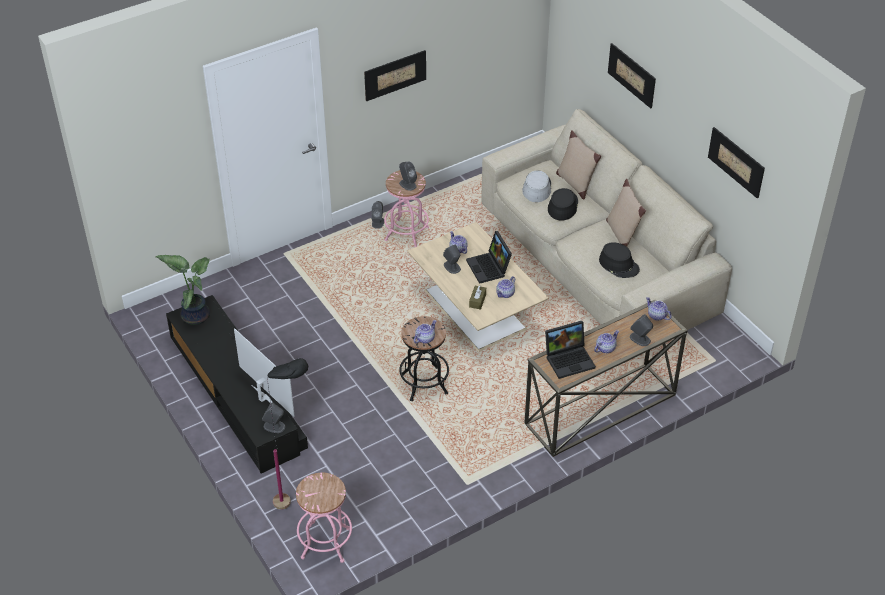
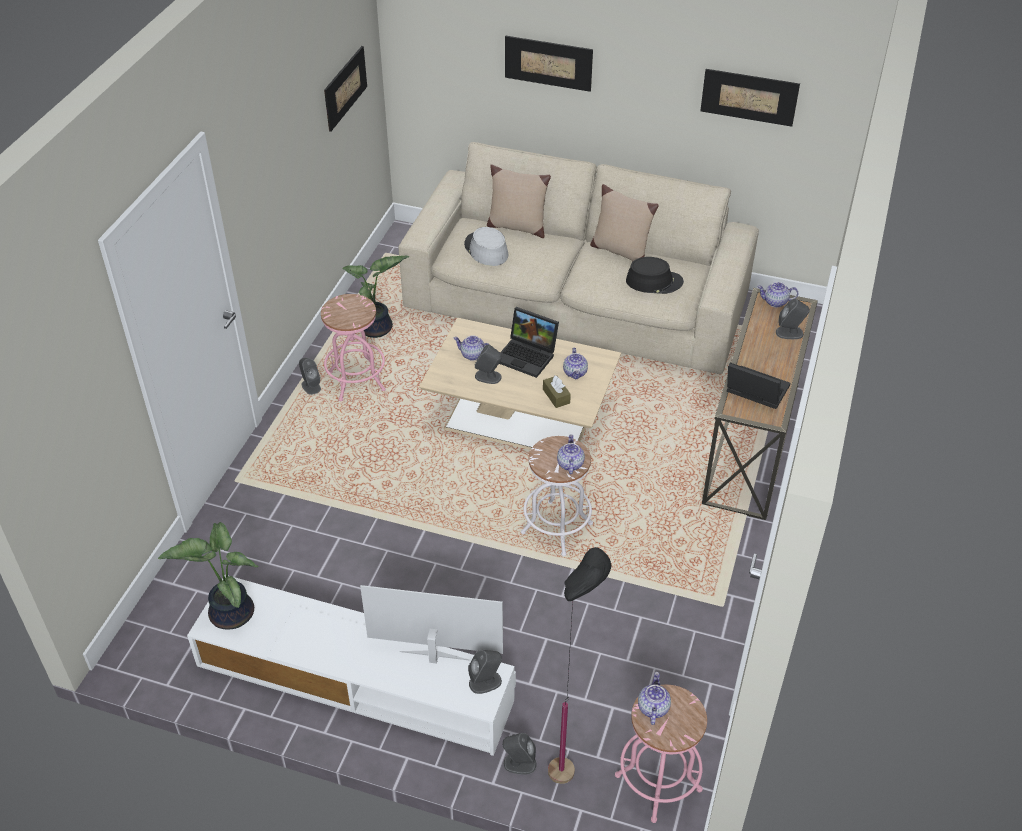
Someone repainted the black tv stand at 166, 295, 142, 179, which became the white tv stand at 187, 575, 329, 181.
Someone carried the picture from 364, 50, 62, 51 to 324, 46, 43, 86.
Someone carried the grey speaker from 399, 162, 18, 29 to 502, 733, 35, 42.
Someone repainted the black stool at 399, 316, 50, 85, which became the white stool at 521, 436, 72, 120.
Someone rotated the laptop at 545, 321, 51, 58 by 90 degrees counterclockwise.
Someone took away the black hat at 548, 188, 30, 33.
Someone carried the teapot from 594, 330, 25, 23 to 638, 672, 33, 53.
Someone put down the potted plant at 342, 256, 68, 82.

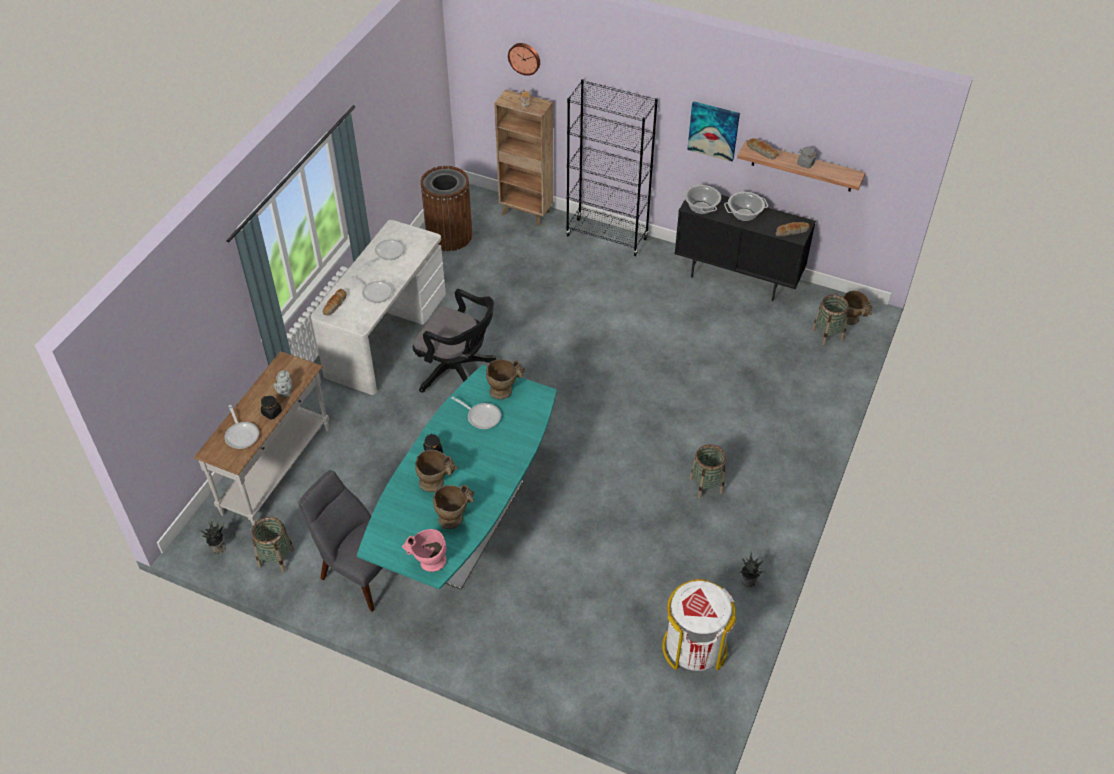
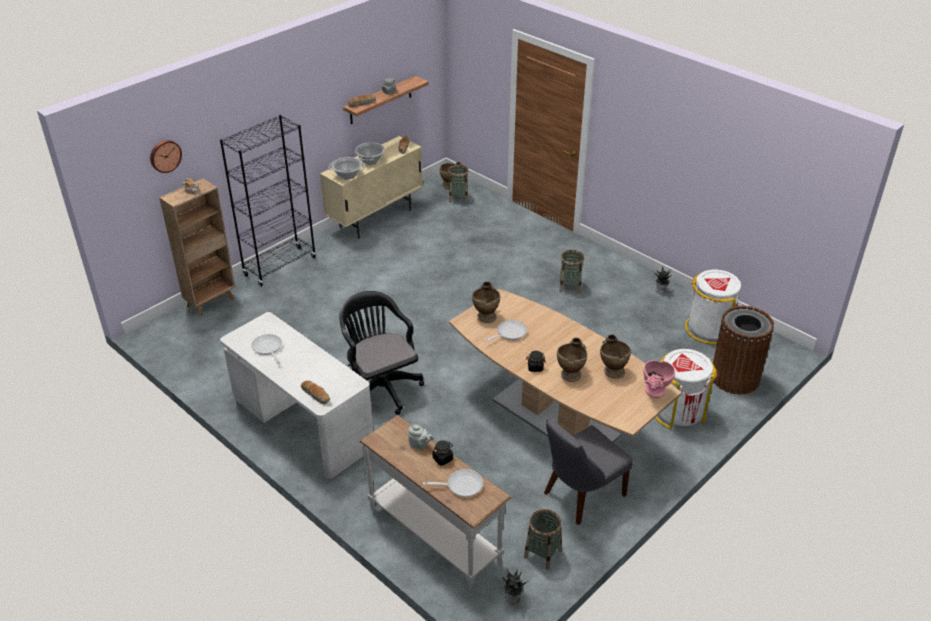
Someone took away the frying pan at 348, 276, 45, 27.
Someone repainted the turquoise dining table at 357, 365, 200, 225, which became the brown dining table at 449, 289, 233, 153.
Someone rotated the black office chair at 413, 289, 83, 104 by 75 degrees counterclockwise.
Someone carried the brown trash can from 420, 166, 52, 85 to 713, 306, 61, 88.
Someone repainted the black cabinet at 674, 195, 142, 106, which became the beige cabinet at 320, 136, 103, 102.
Someone took away the picture at 687, 101, 53, 61.
Someone put down the white trash can at 655, 349, 62, 80.

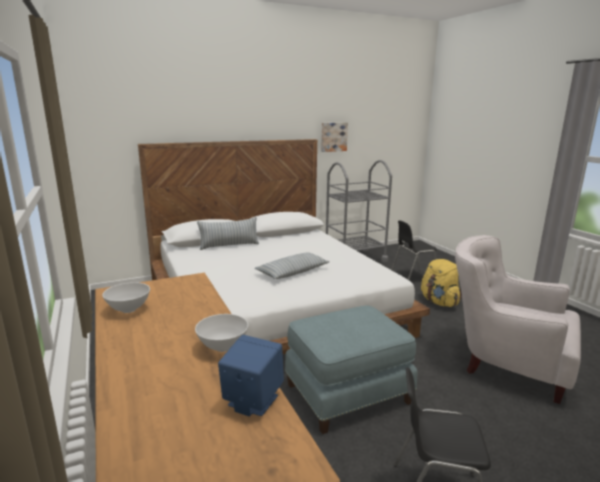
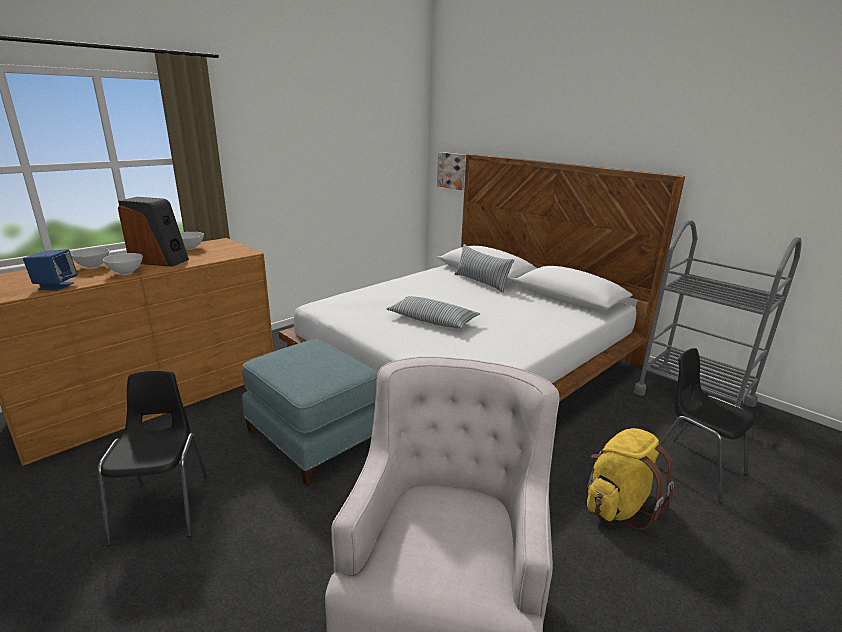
Someone carried the picture from 321, 122, 27, 30 to 437, 152, 29, 38.
Someone put down the white bowl at 71, 247, 38, 22.
Someone put down the speaker at 118, 197, 71, 70.

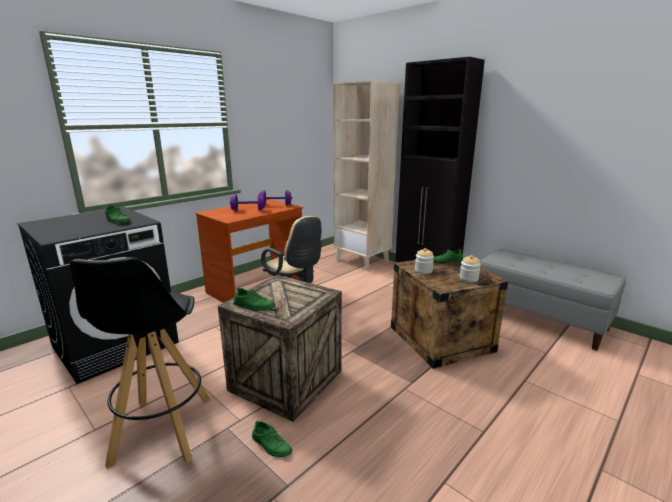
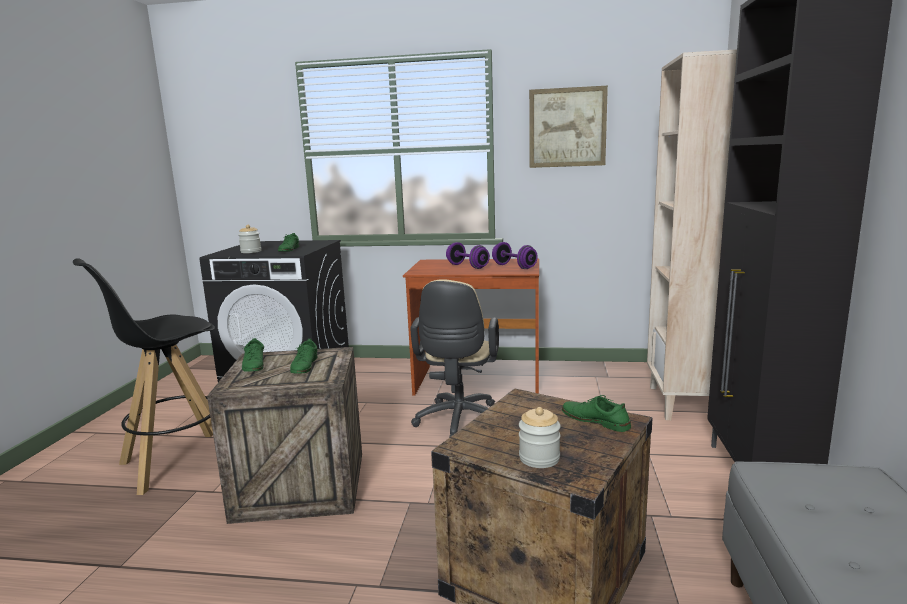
Someone carried the green shoe from 252, 421, 40, 36 to 290, 339, 27, 35.
Someone carried the jar from 415, 248, 19, 26 to 238, 225, 23, 28.
Someone put up the picture at 529, 86, 79, 82.

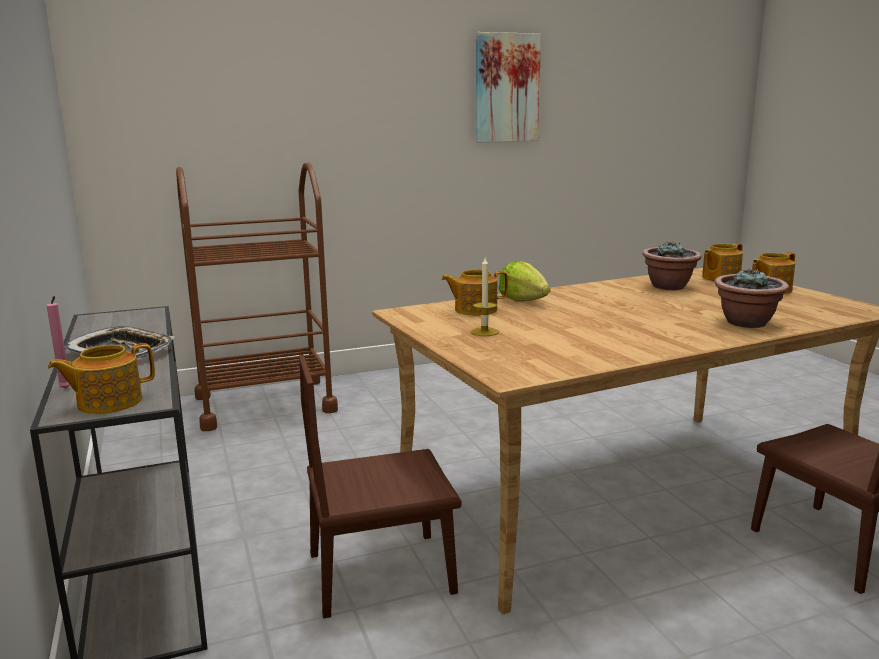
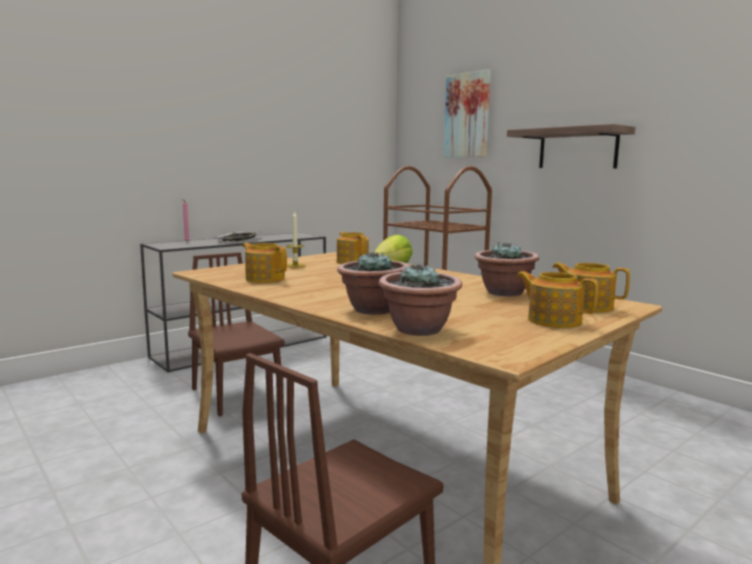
Someone carried the teapot from 48, 343, 107, 71 to 243, 243, 44, 40.
Someone carried the picture from 476, 32, 65, 110 to 443, 69, 48, 88.
Someone put down the potted plant at 379, 264, 83, 72.
Someone put up the shelf at 507, 124, 129, 44.

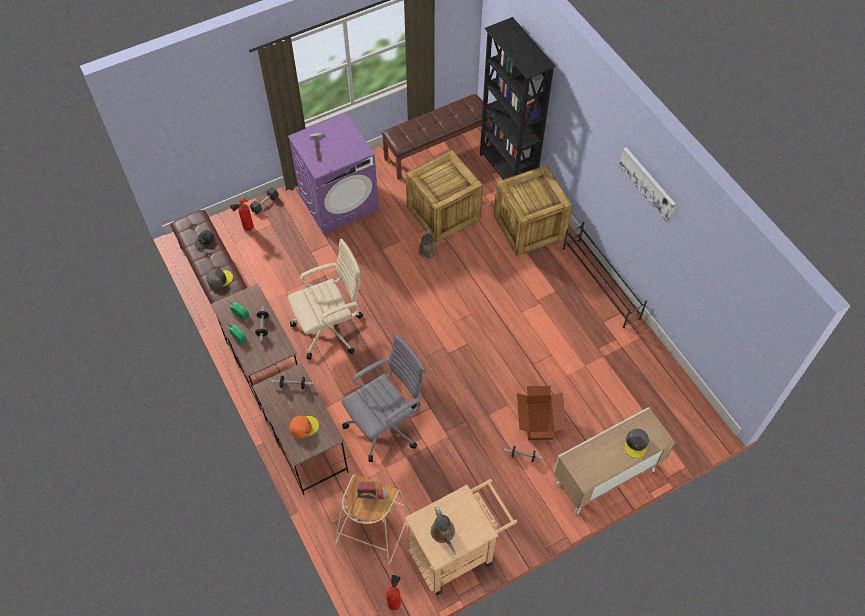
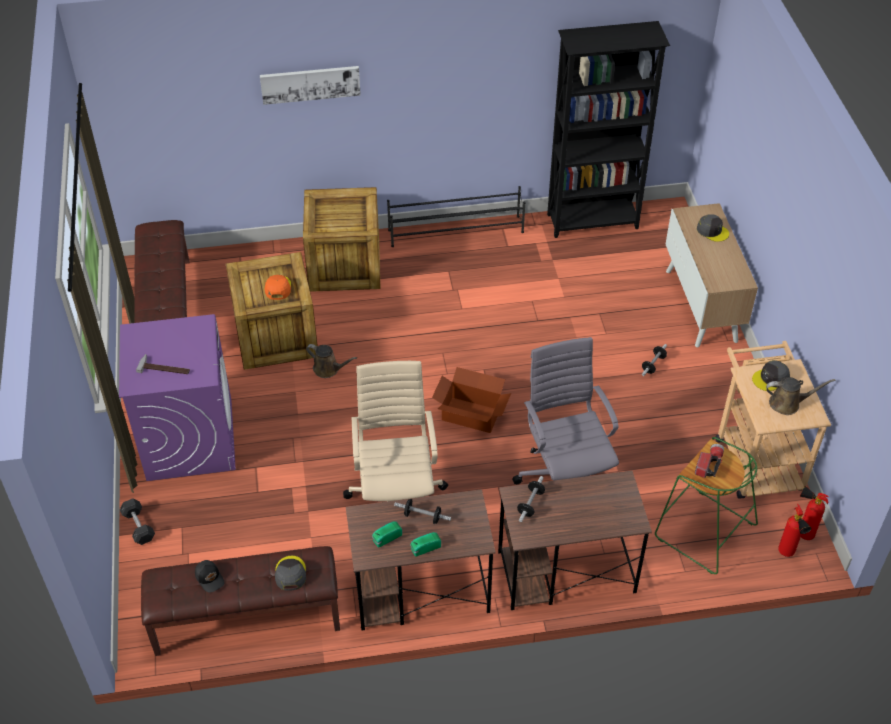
Someone carried the fire extinguisher from 230, 198, 24, 33 to 778, 504, 33, 53.
Someone carried the orange cap from 289, 416, 30, 23 to 265, 275, 26, 25.
Someone repainted the beige stool at 334, 474, 75, 91, which became the green stool at 655, 437, 103, 137.
Someone carried the black bookcase from 480, 17, 76, 163 to 547, 21, 123, 217.
Someone carried the cardboard box from 517, 386, 49, 54 to 432, 367, 79, 66.
Someone carried the picture from 619, 147, 57, 76 to 260, 66, 101, 39.
Someone put down the grey cap at 752, 360, 38, 31.

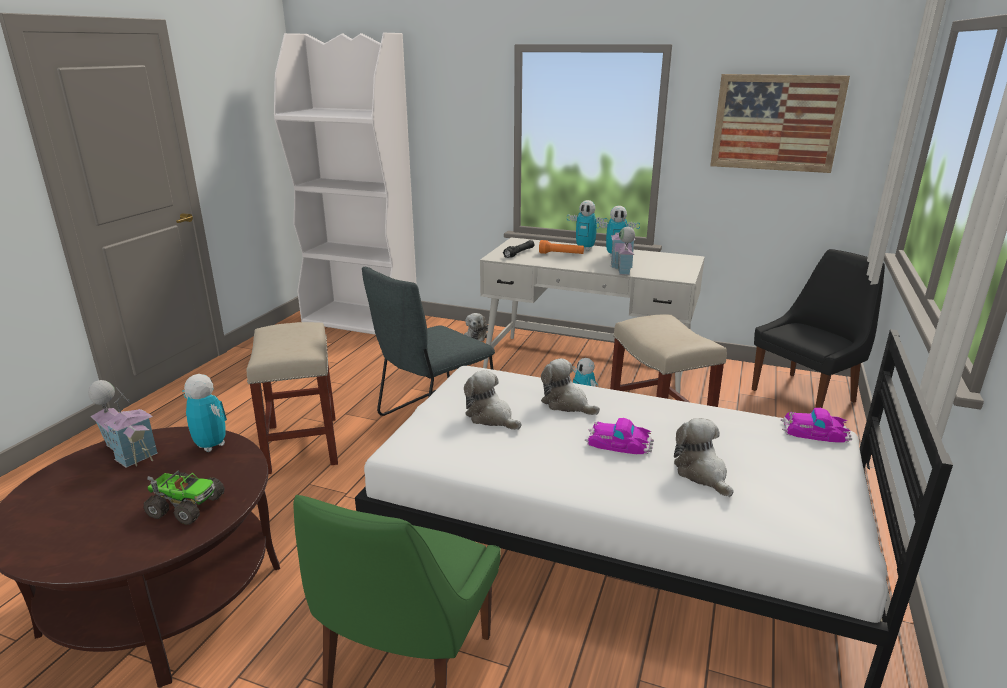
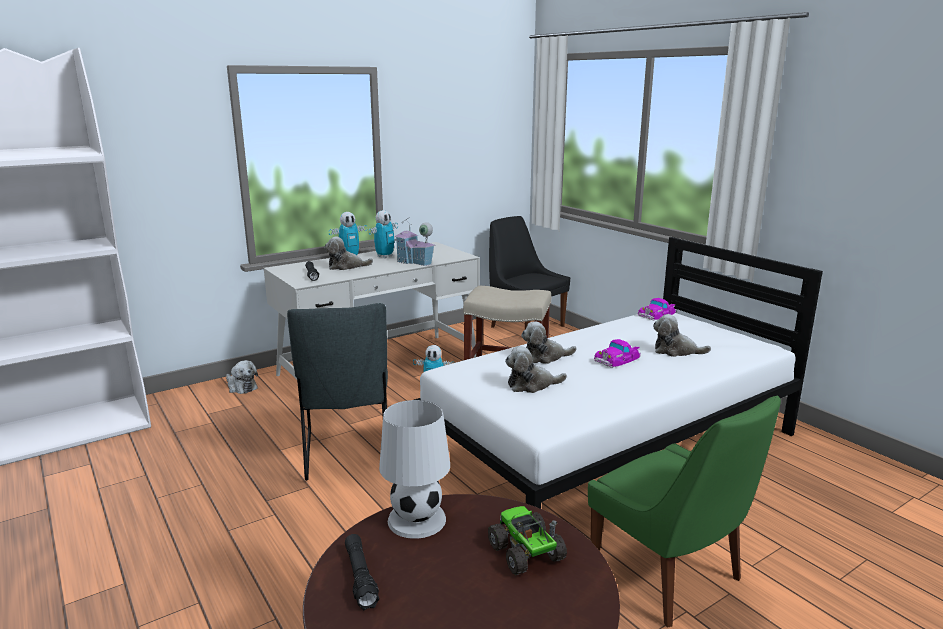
Someone swapped the toy house at 88, 380, 70, 88 for the black flashlight at 345, 534, 34, 76.
Someone rotated the toy truck at 143, 470, 82, 55 by 75 degrees counterclockwise.
Someone swapped the toy robot at 182, 374, 45, 78 for the white table lamp at 379, 400, 71, 139.
Someone took away the beige stool at 247, 322, 91, 152.
Someone swapped the orange flashlight at 539, 240, 45, 14 for the plush toy at 324, 237, 49, 33.
Someone took away the picture at 710, 74, 140, 99.
Someone rotated the black chair at 752, 249, 133, 159 by 45 degrees counterclockwise.

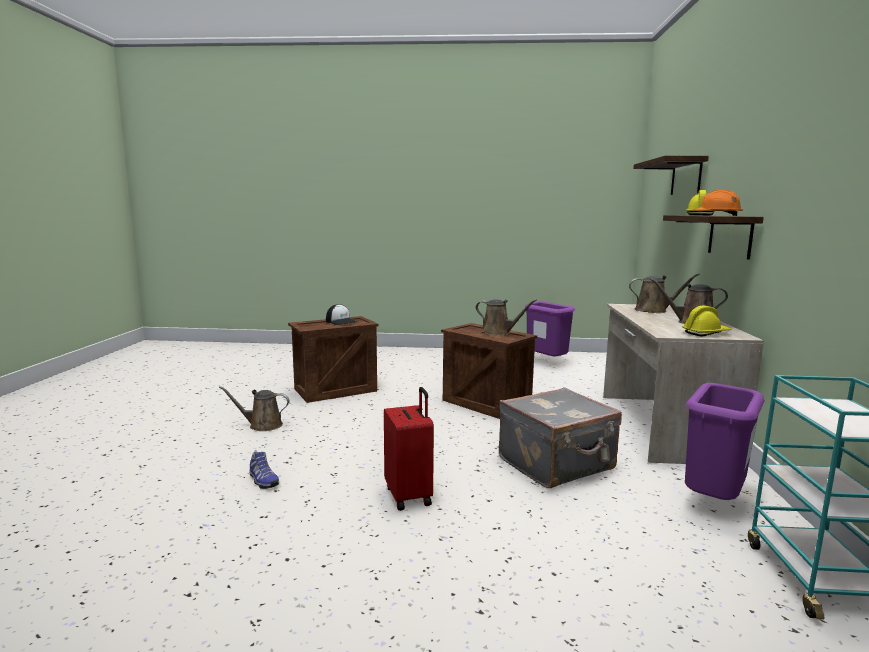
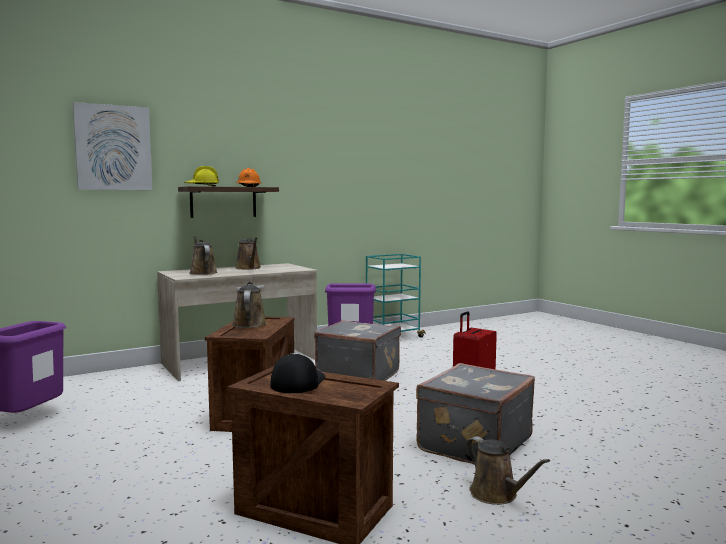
Someone took away the shoe at 249, 451, 30, 38.
Someone swapped the shelf at 633, 156, 76, 39 for the picture at 73, 102, 79, 88.
Someone took away the yellow hard hat at 682, 306, 50, 31.
Someone put down the grey suitcase at 416, 363, 119, 102.

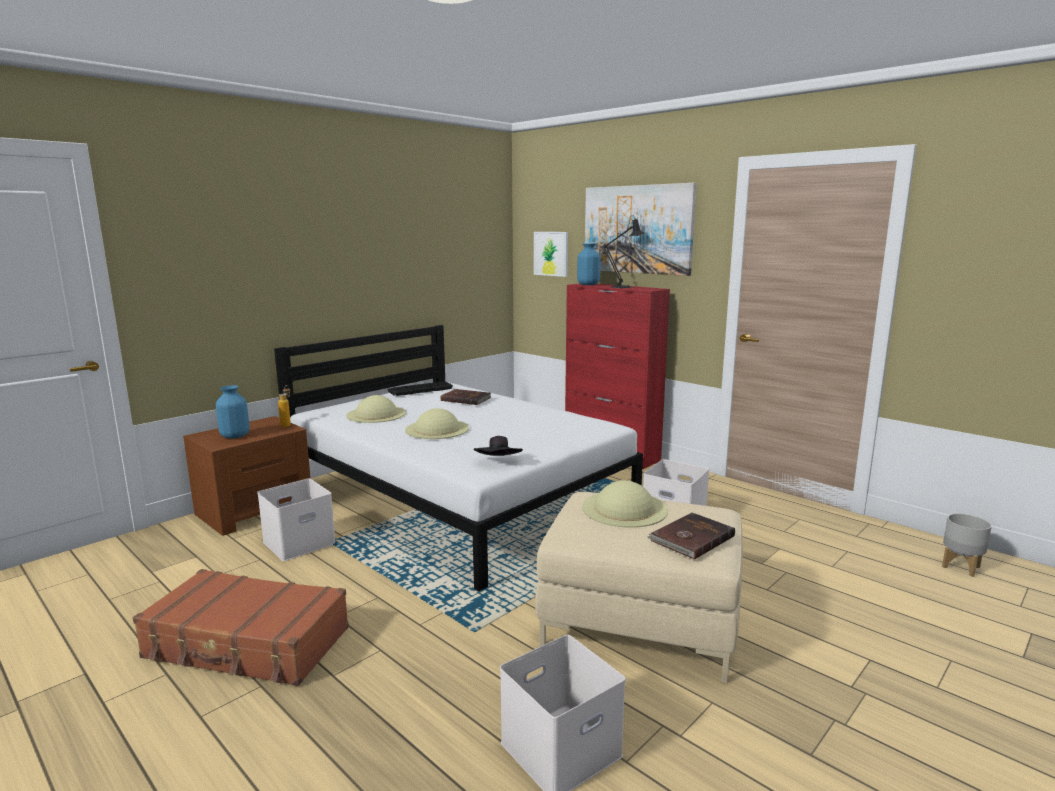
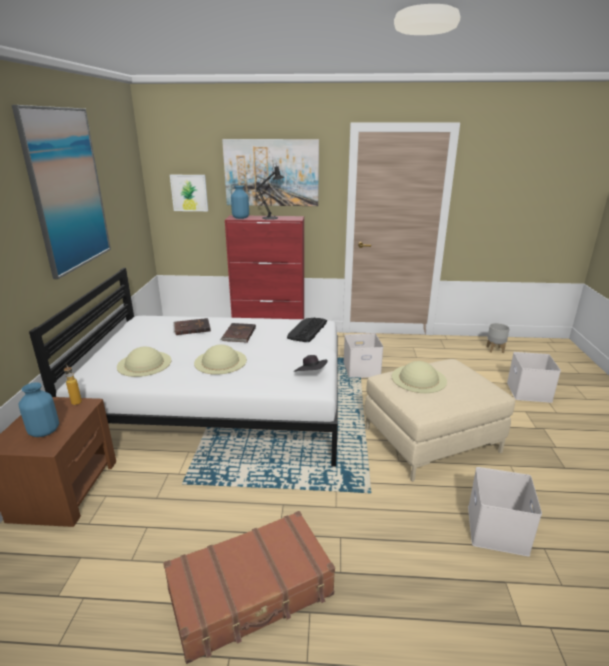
Someone carried the white storage box from 257, 478, 78, 83 to 507, 352, 54, 51.
Someone carried the keyboard from 388, 381, 65, 15 to 287, 318, 40, 24.
Someone carried the brown book from 647, 513, 88, 47 to 220, 323, 36, 19.
Someone put up the picture at 12, 105, 99, 174.

